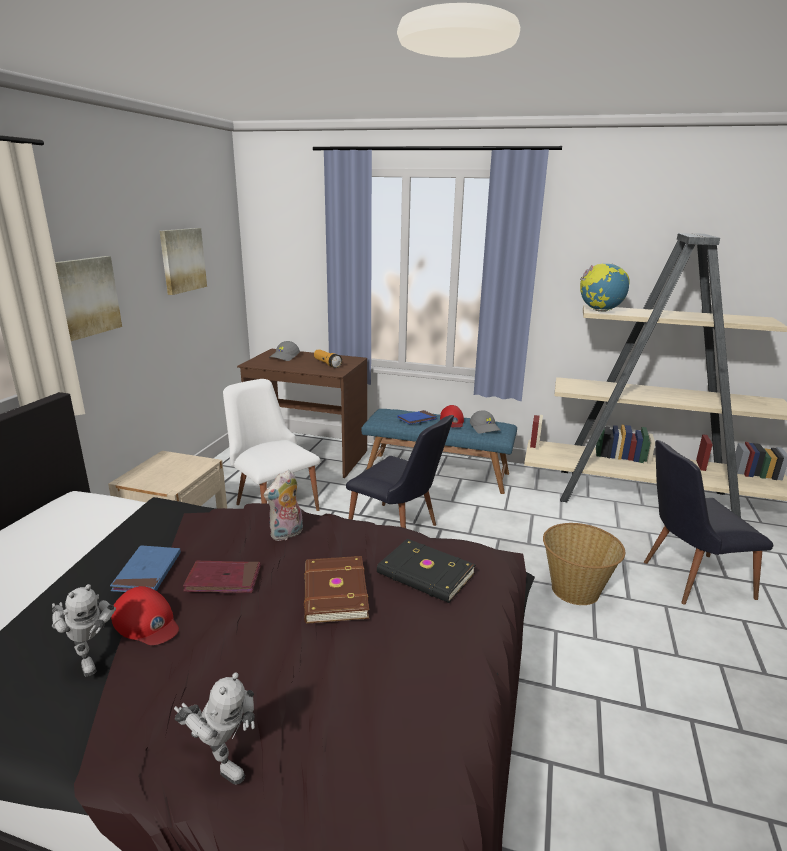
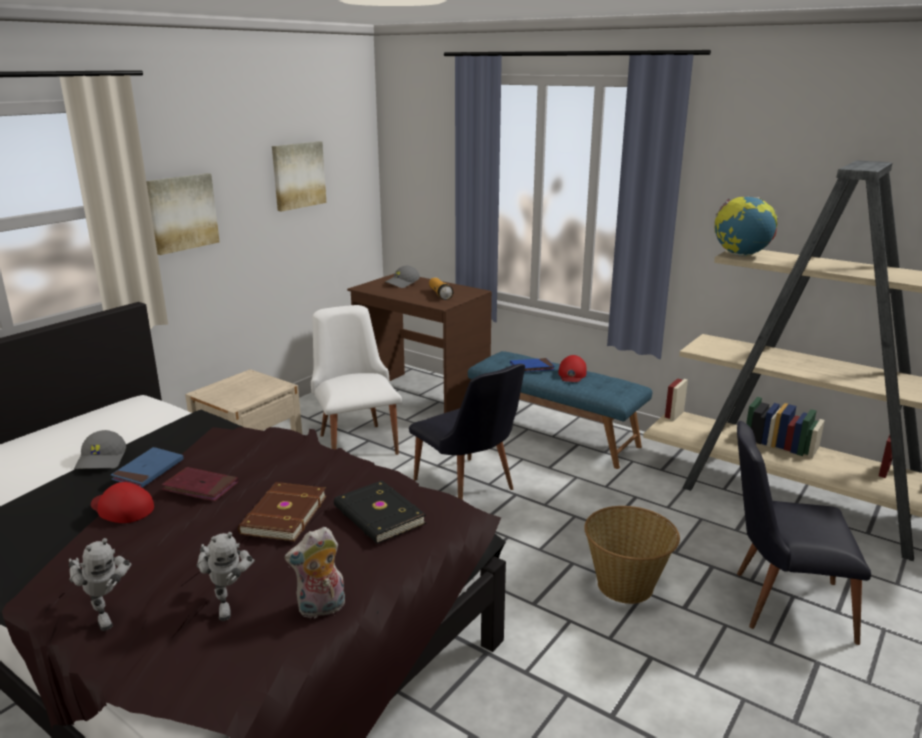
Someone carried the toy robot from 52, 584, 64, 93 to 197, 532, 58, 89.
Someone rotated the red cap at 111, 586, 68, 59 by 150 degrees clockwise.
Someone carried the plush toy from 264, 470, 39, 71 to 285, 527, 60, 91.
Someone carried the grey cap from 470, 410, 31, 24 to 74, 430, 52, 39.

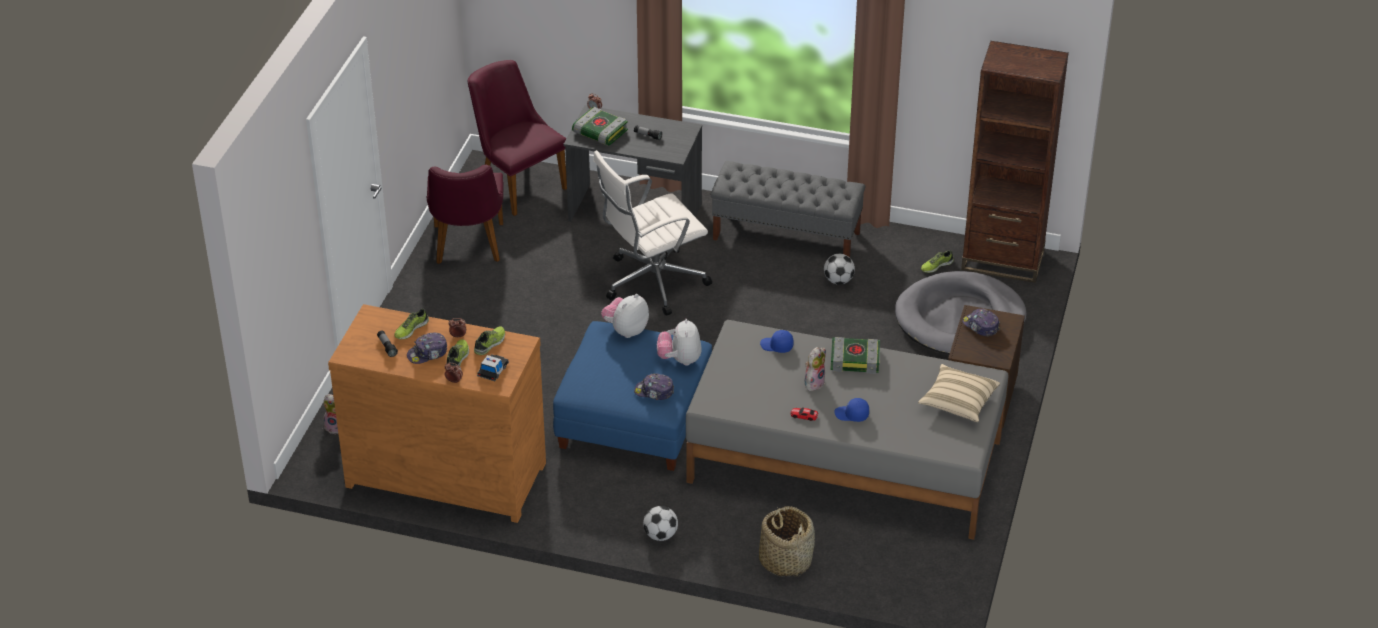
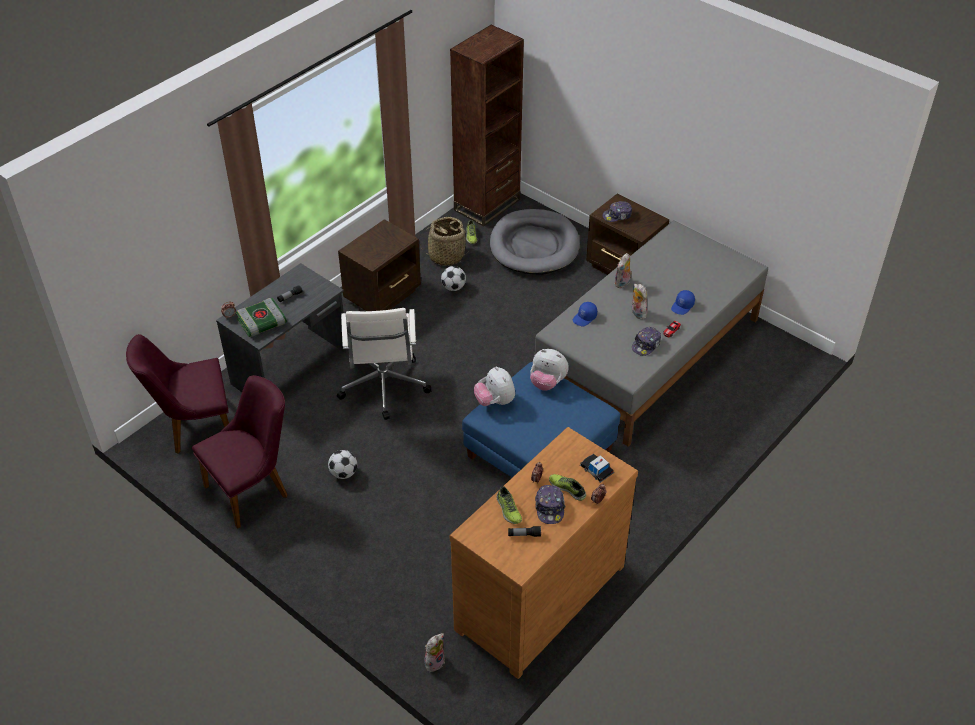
Someone rotated the purple chair at 427, 165, 76, 99 by 60 degrees counterclockwise.
Someone took away the shoe at 474, 326, 31, 29.
Someone carried the cap from 634, 374, 40, 26 to 632, 327, 29, 29.
Someone carried the football from 643, 506, 35, 35 to 328, 450, 29, 29.
Someone swapped the grey bench at 711, 161, 154, 96 for the brown nightstand at 338, 219, 83, 92.
Someone carried the basket from 759, 506, 56, 71 to 420, 217, 50, 49.
Someone swapped the book at 830, 337, 50, 37 for the plush toy at 614, 253, 18, 35.
Someone took away the beige pillow at 918, 364, 82, 58.

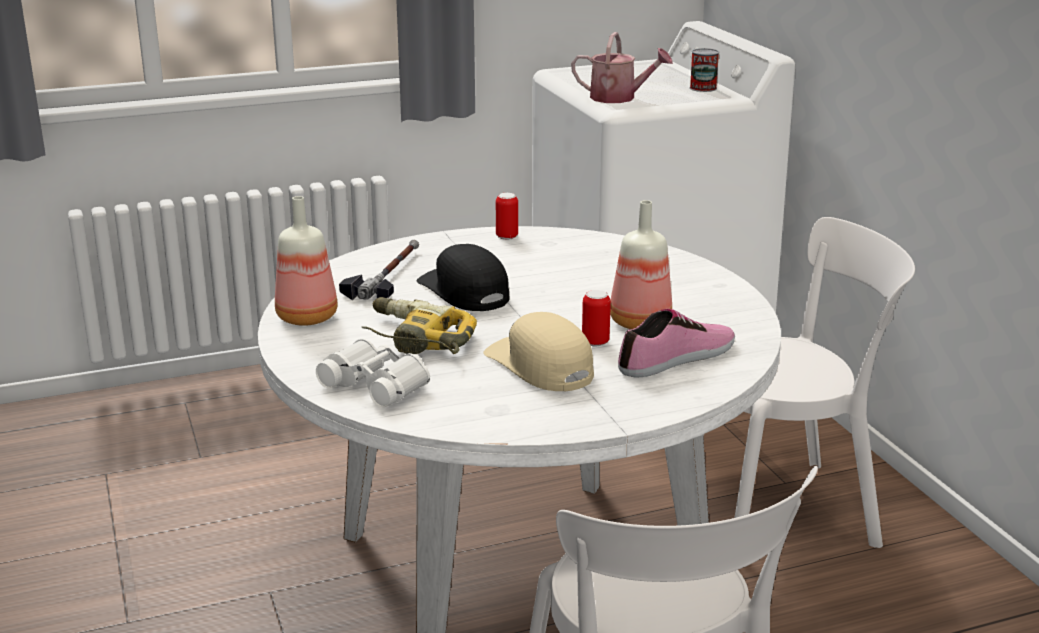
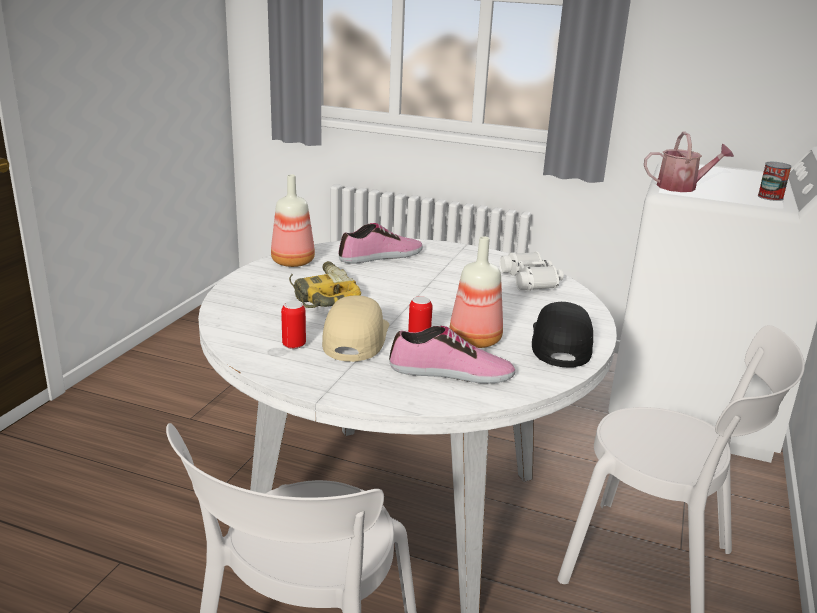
Someone carried the white binoculars from 316, 338, 114, 69 to 499, 251, 65, 39.
Someone swapped the hammer at 339, 240, 80, 60 for the shoe at 339, 223, 84, 41.
Someone carried the black cap from 416, 244, 94, 67 to 532, 302, 61, 66.
Someone carried the can from 496, 193, 22, 47 to 281, 301, 25, 48.
Someone rotated the watering can at 571, 32, 102, 71 by 60 degrees counterclockwise.

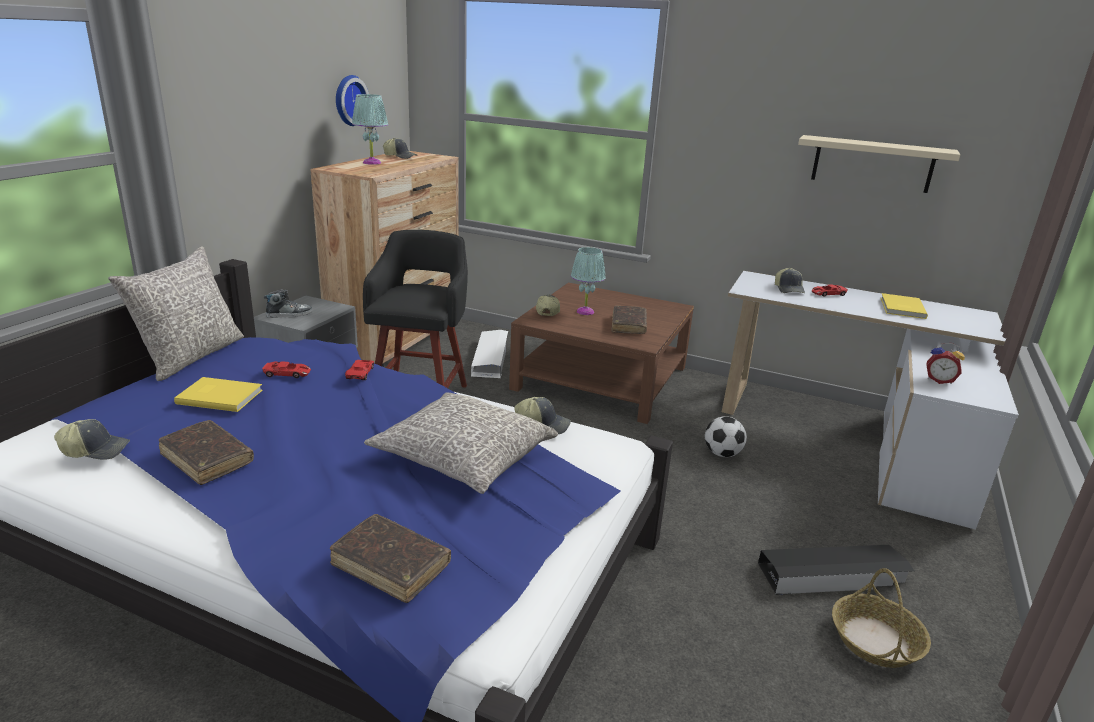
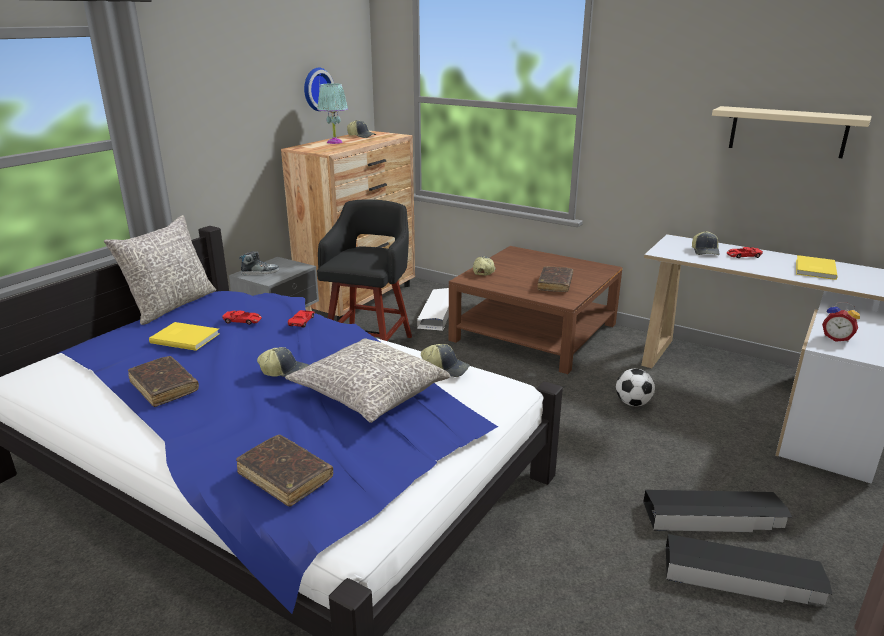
Someone carried the cap from 54, 419, 76, 41 to 257, 347, 52, 30.
Someone took away the turquoise table lamp at 571, 247, 35, 68.
Someone swapped the basket at 832, 568, 99, 100 for the black storage box at 666, 534, 167, 71.

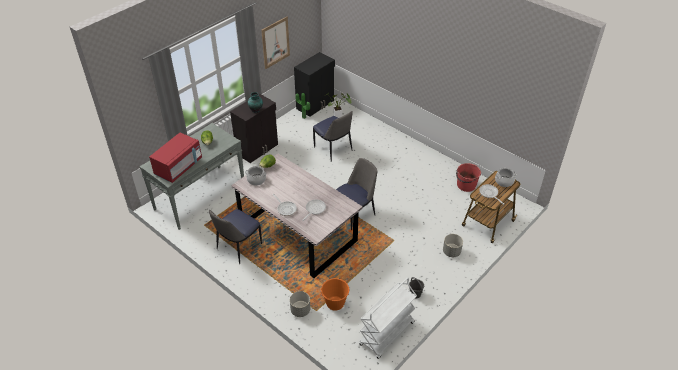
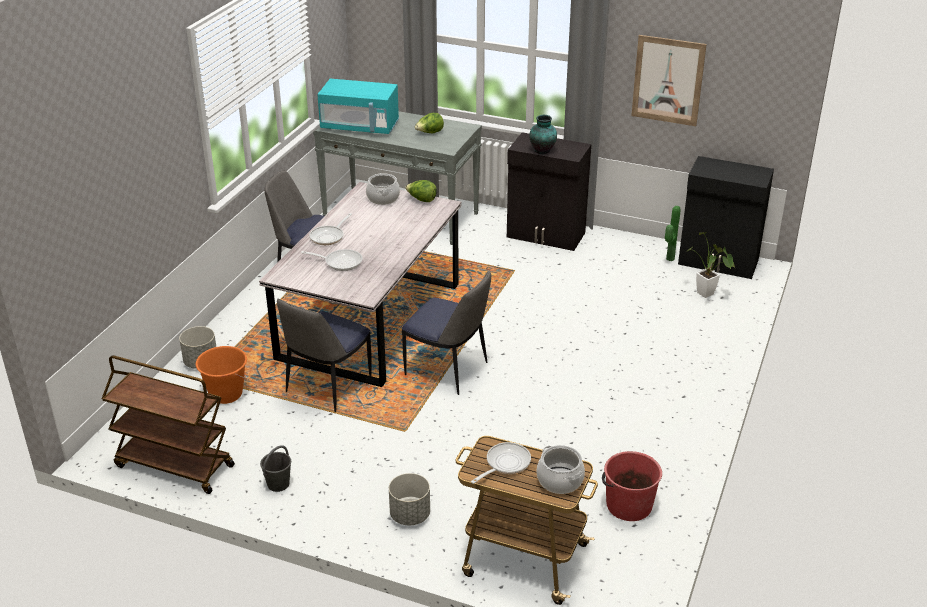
Someone repainted the red microwave at 149, 132, 53, 51, which became the turquoise microwave at 317, 79, 82, 55.
Someone carried the chair from 313, 111, 40, 51 to 277, 298, 95, 114.
Someone repainted the white cart at 359, 277, 58, 82, which became the brown cart at 102, 355, 133, 139.

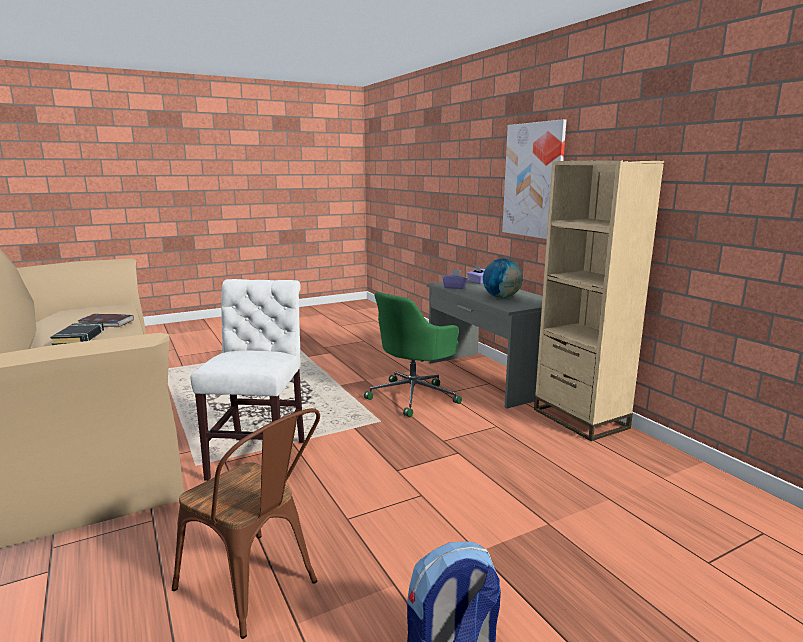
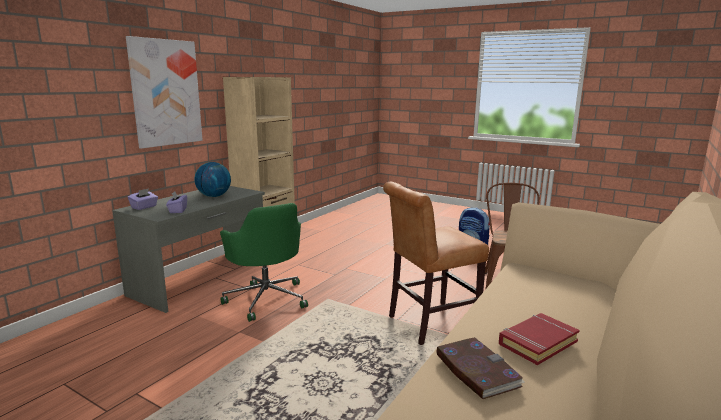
Someone repainted the black book at 50, 323, 54, 22, which became the red book at 499, 313, 81, 52.
Someone repainted the white chair at 190, 279, 115, 202, which became the brown chair at 383, 181, 106, 164.
Someone rotated the green office chair at 364, 292, 98, 125 by 45 degrees clockwise.

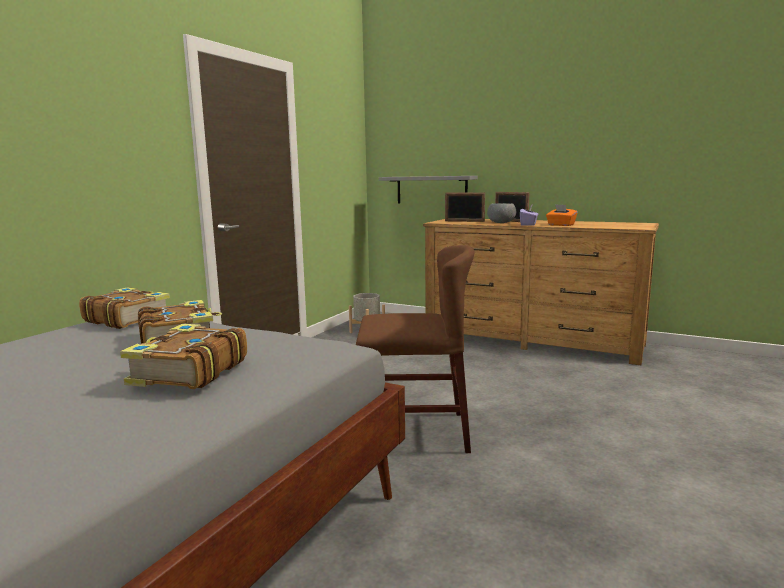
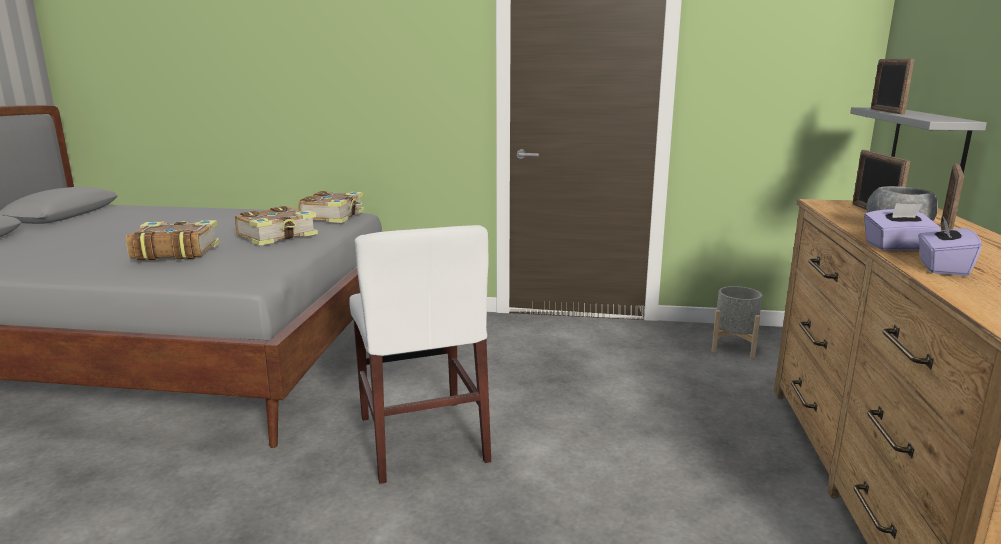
Someone repainted the brown chair at 356, 245, 118, 208, which became the white chair at 349, 225, 142, 259.
Someone repainted the orange tissue box at 546, 204, 32, 22, which became the purple tissue box at 918, 217, 64, 59.
Someone put down the picture frame at 871, 59, 44, 55.

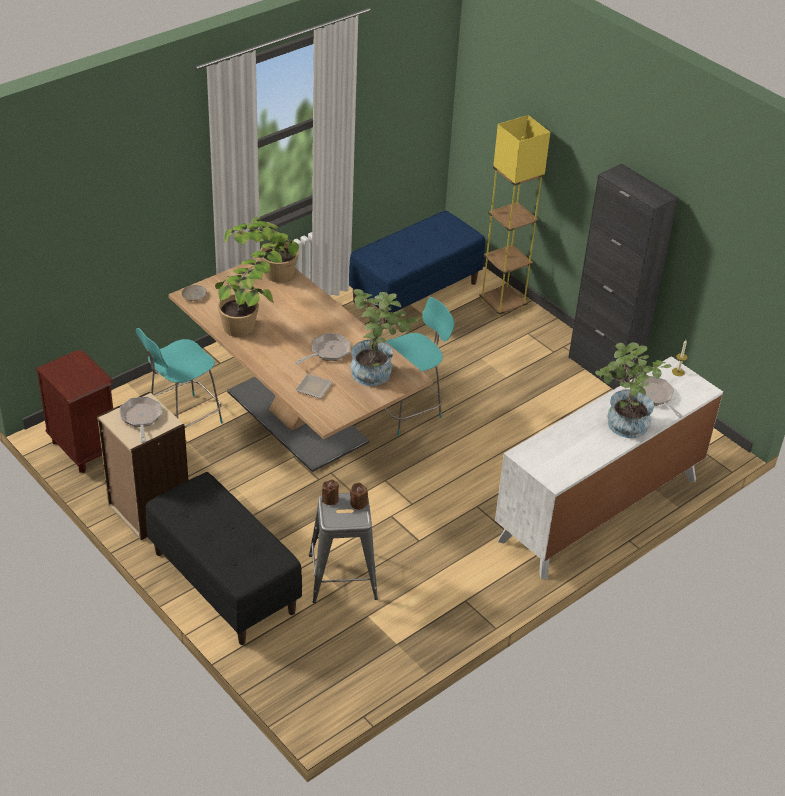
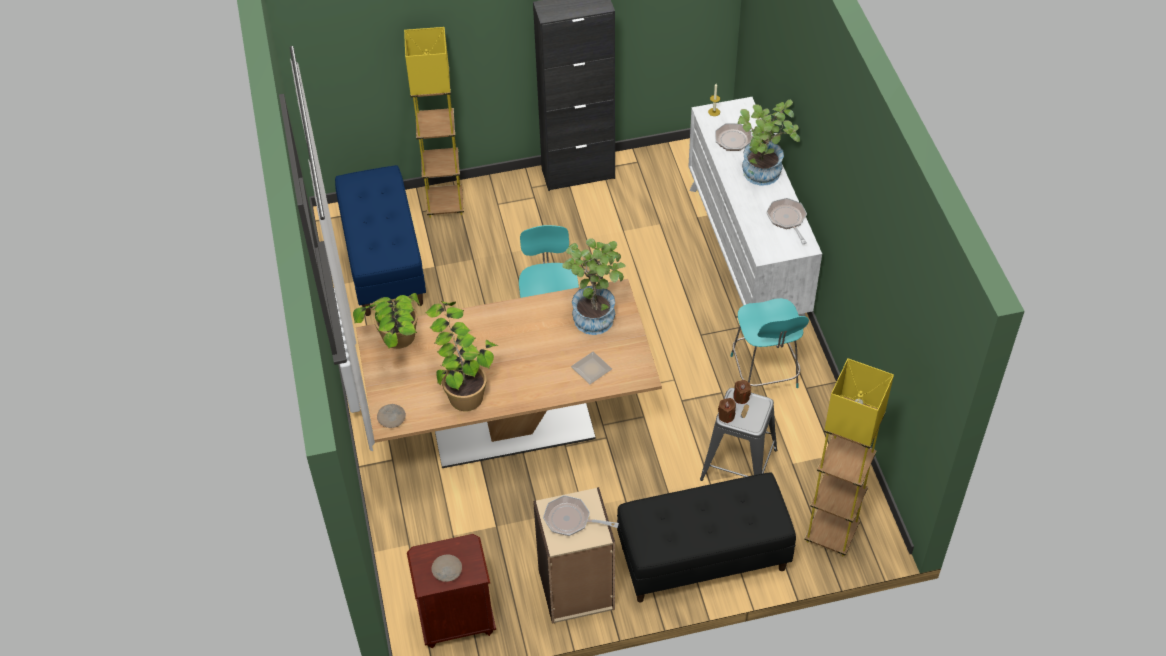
Someone carried the turquoise chair from 136, 328, 87, 100 to 731, 298, 78, 90.
Someone carried the frying pan from 295, 334, 55, 31 to 766, 198, 41, 46.
Someone put down the beige plate at 431, 555, 31, 27.
Someone put down the yellow floor lamp at 804, 358, 90, 198.

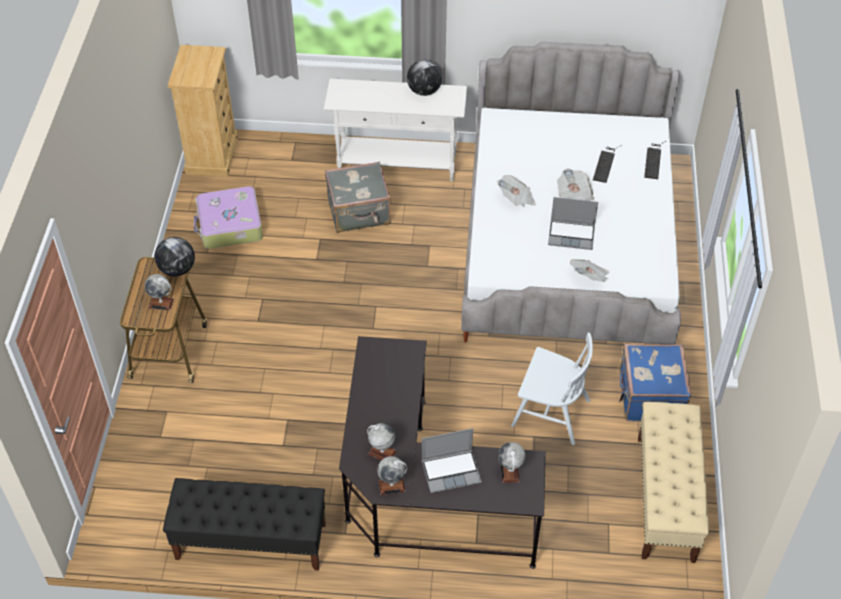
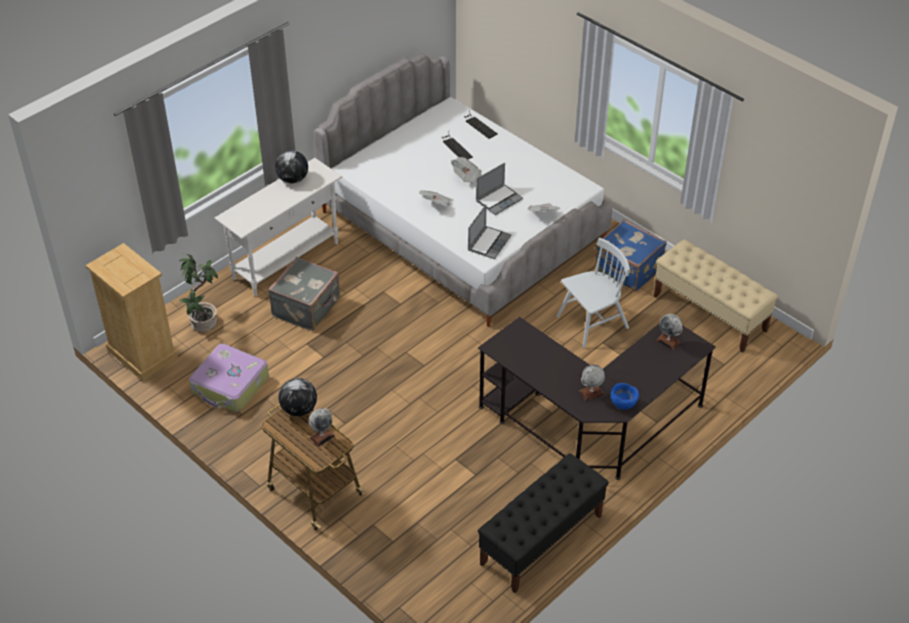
Someone swapped the globe at 377, 456, 30, 39 for the blue bowl at 611, 383, 28, 27.
Someone carried the laptop from 422, 428, 60, 65 to 468, 204, 44, 55.
Someone put down the potted plant at 178, 254, 40, 78.

